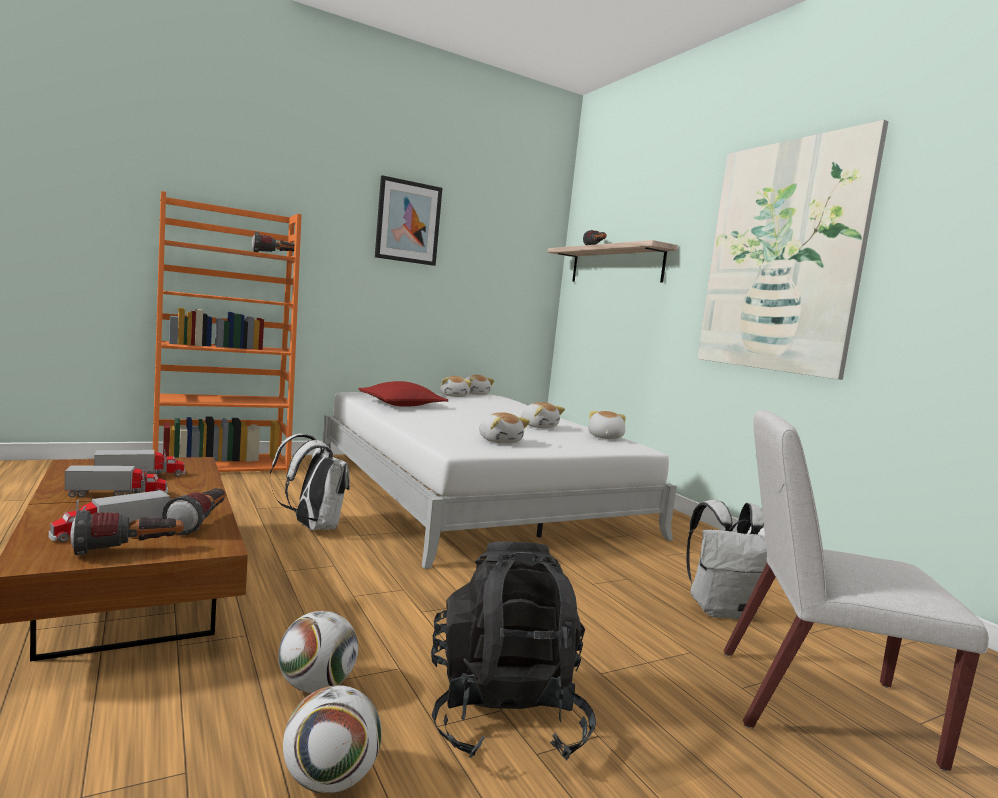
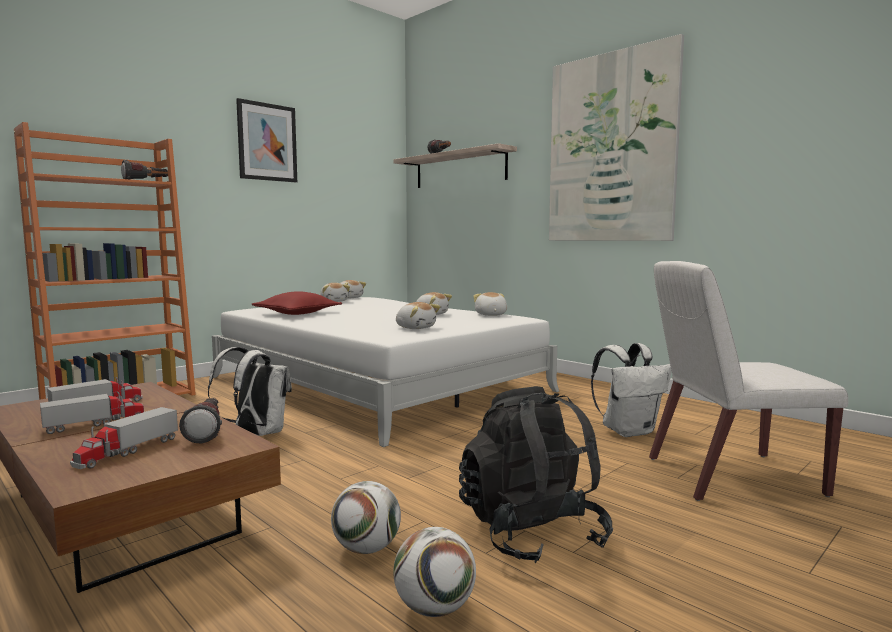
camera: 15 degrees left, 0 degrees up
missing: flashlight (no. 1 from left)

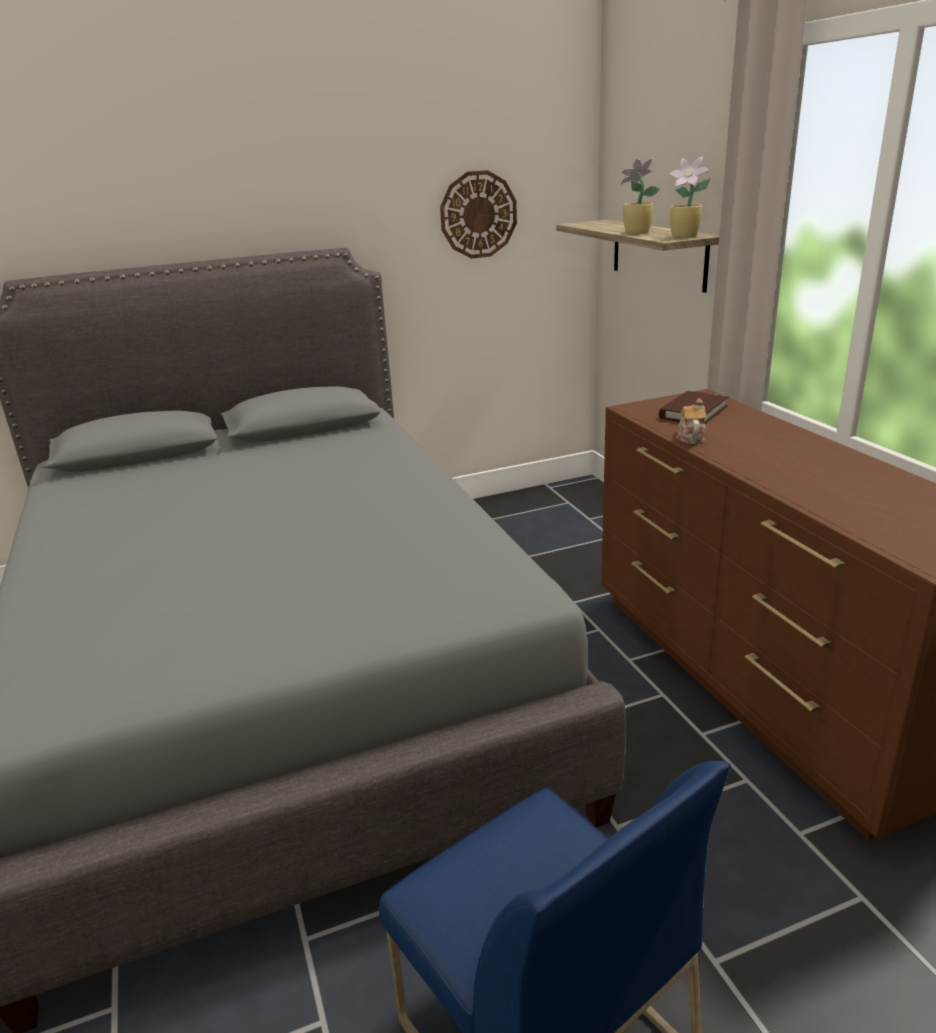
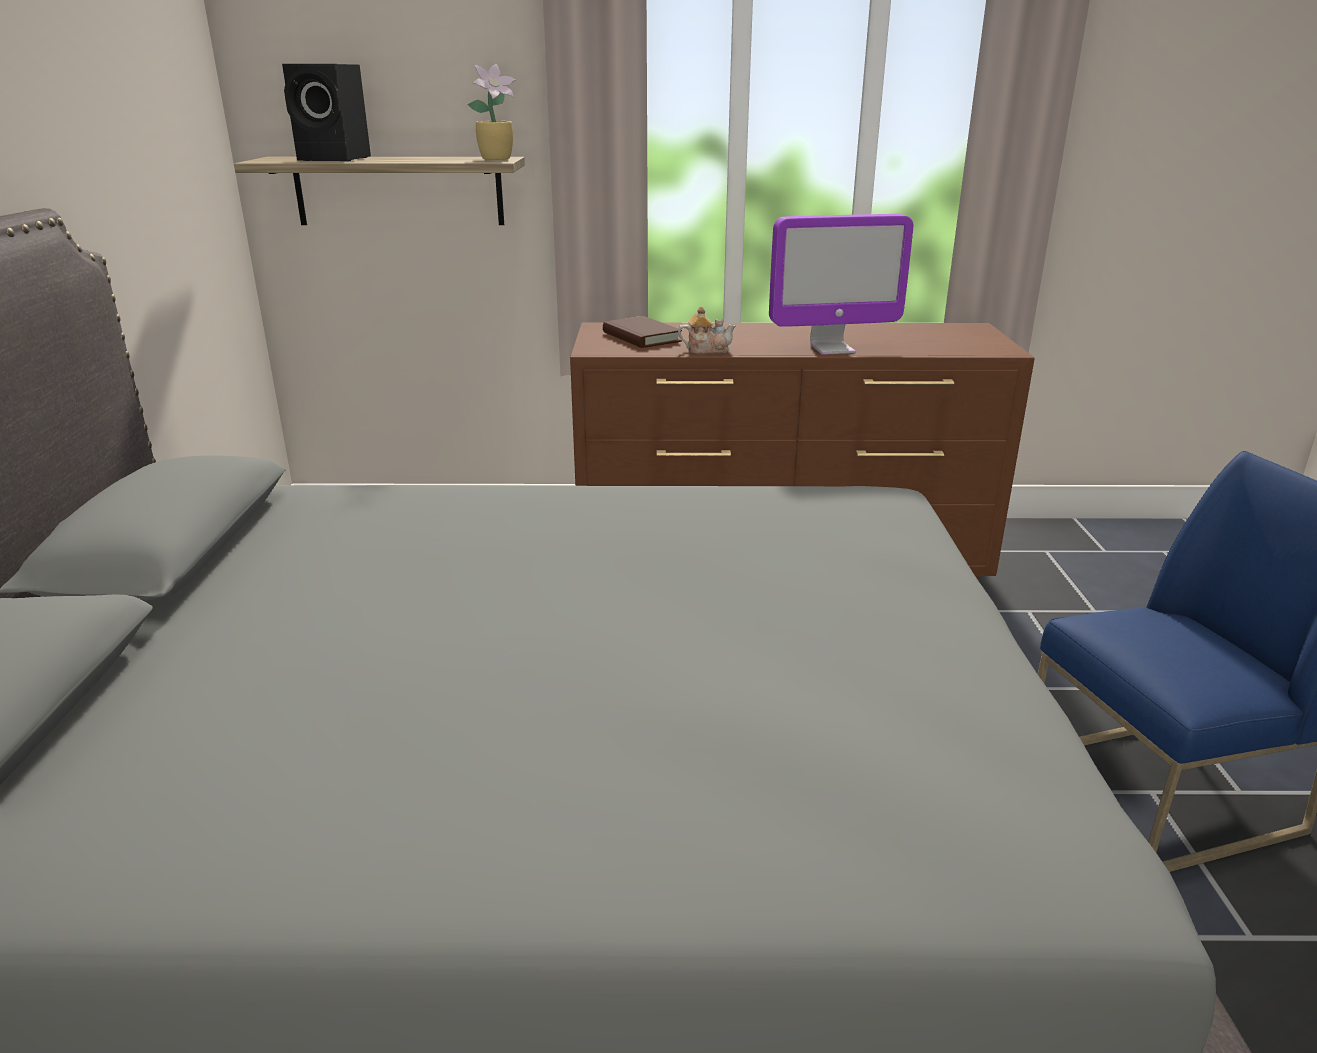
camera: 70 degrees left, 0 degrees up
missing: potted plant (no. 1 from left); wall clock
appeared: speaker/black; monitor
spun: teapot 150 degrees clockwise

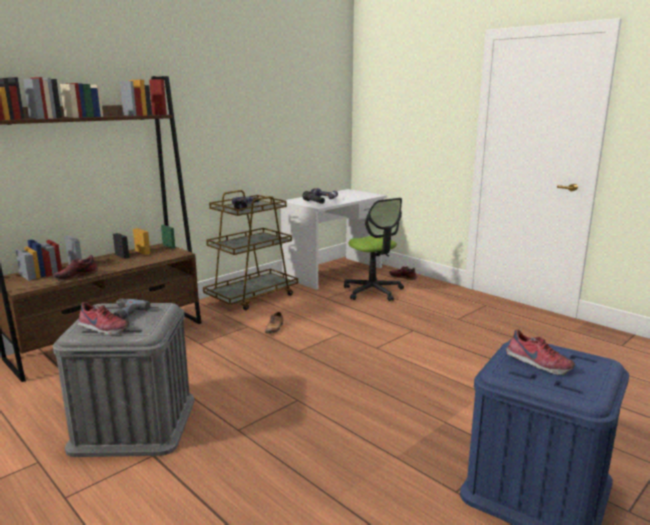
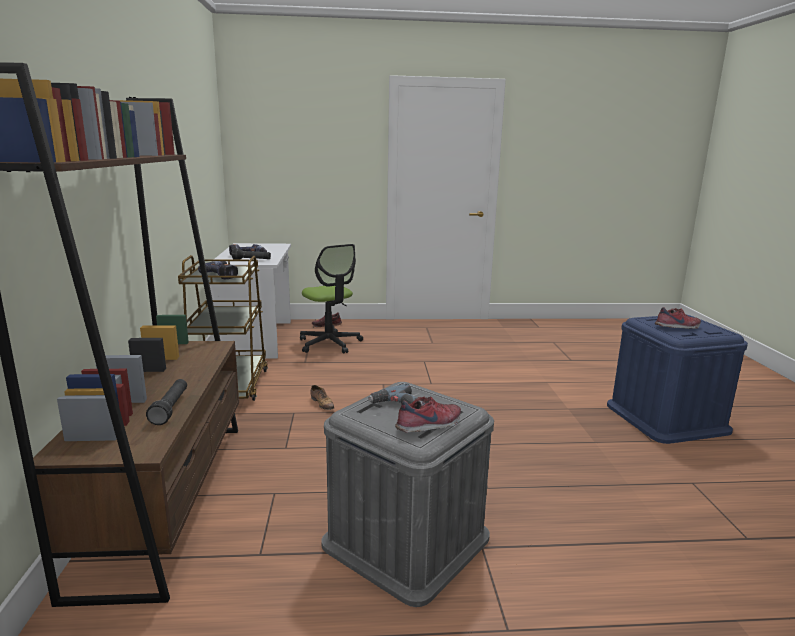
camera: 50 degrees left, 0 degrees up
exchanged: shoe (no. 1 from left) to flashlight/black (no. 1 from left)
spun: office chair 45 degrees clockwise

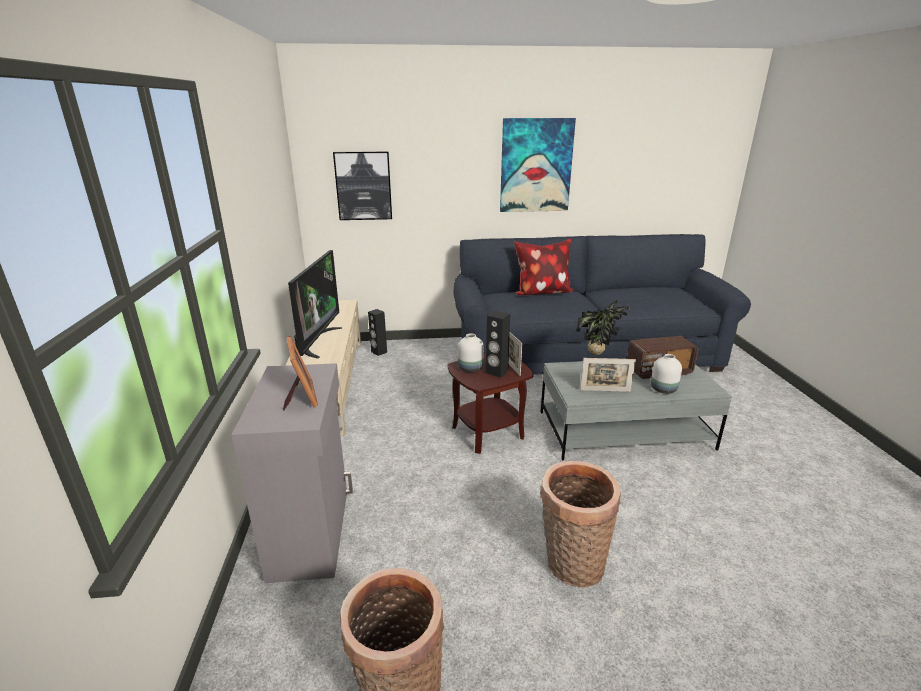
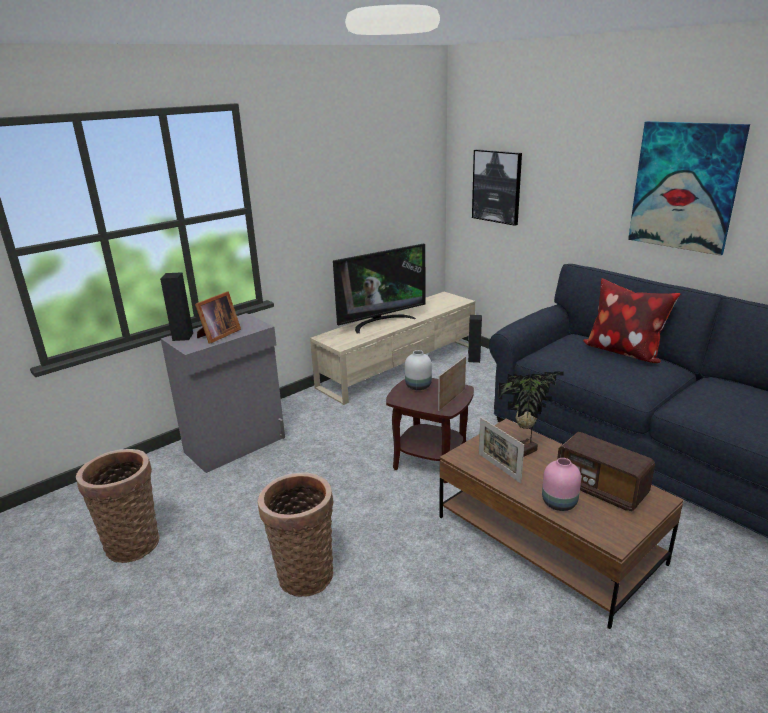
camera: 55 degrees right, 0 degrees up
relocated: speaker/black (no. 2 from left in the first image) to speaker/black (no. 1 from left)
colour: vase/white (no. 2 from left) to vase/pink; coffee table/grey to coffee table/brown

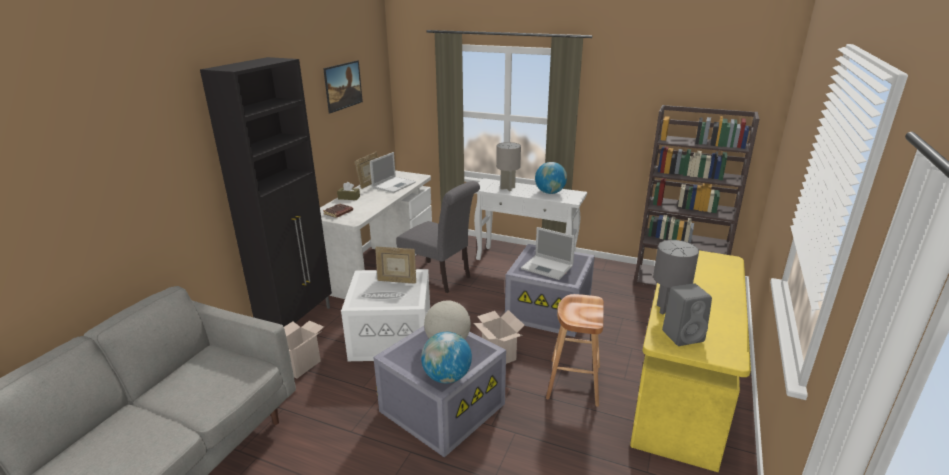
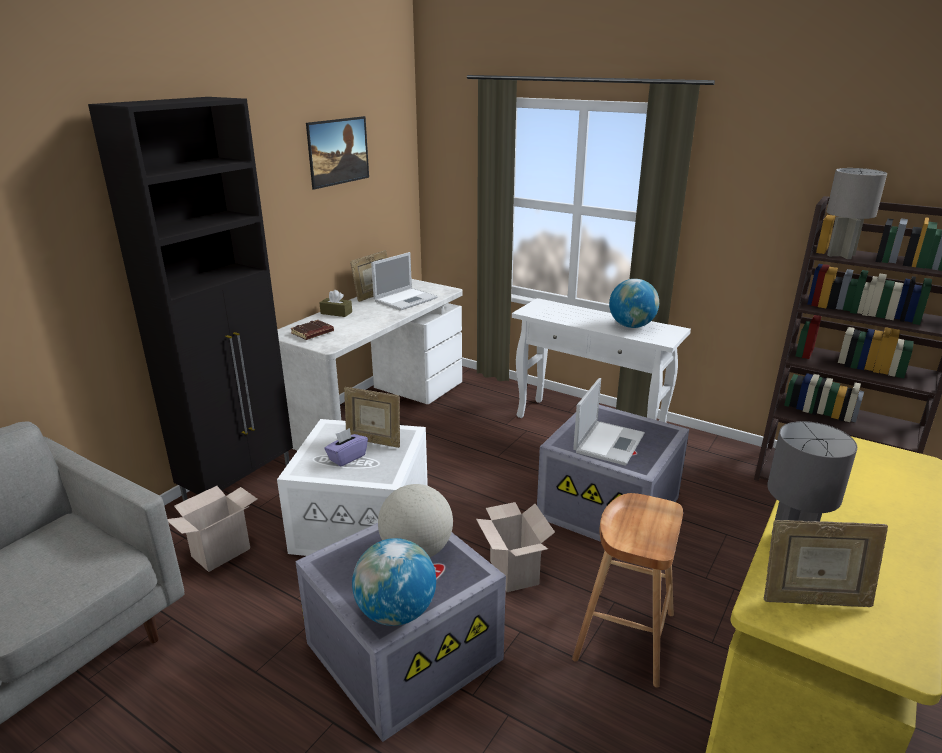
camera: 10 degrees right, 0 degrees up
missing: chair/grey
appeared: tissue box/purple
relocated: table lamp/grey (no. 1 from left in the first image) to table lamp/grey (no. 2 from left)
exchanged: speaker/grey to picture frame (no. 3 from left)
spun: laptop (no. 2 from left) 105 degrees counterclockwise

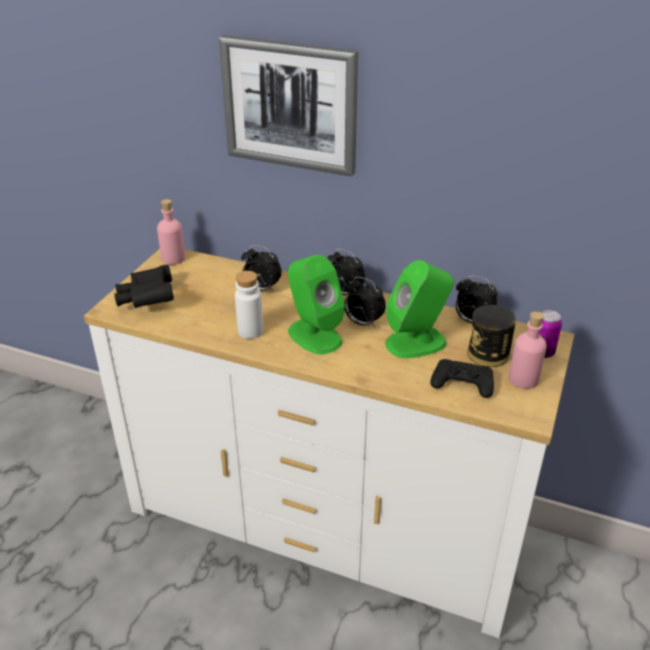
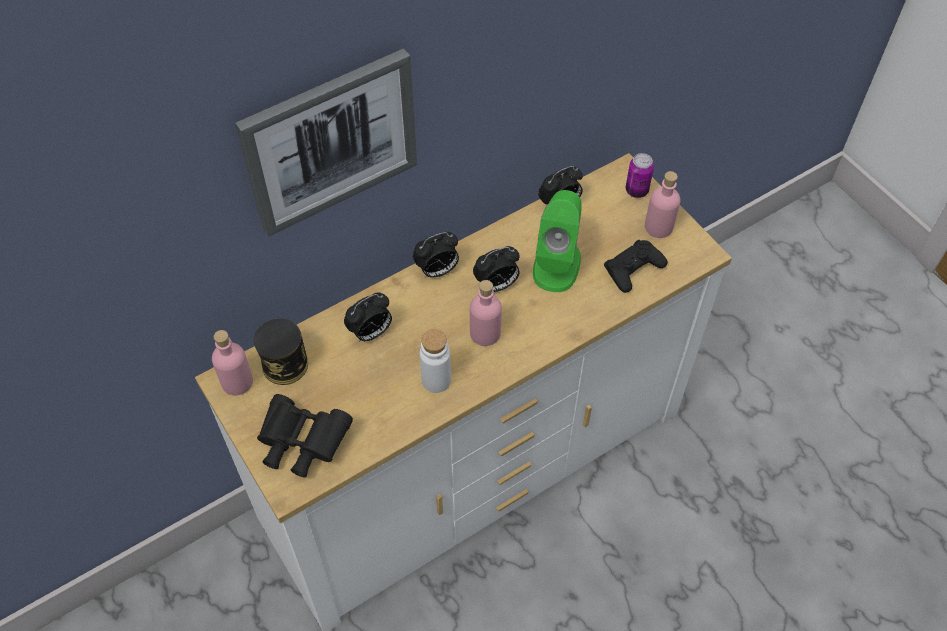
camera: 55 degrees left, 20 degrees up
relocated: can (no. 1 from left)
exchanged: speaker/green (no. 1 from left) to bottle/pink (no. 2 from left)

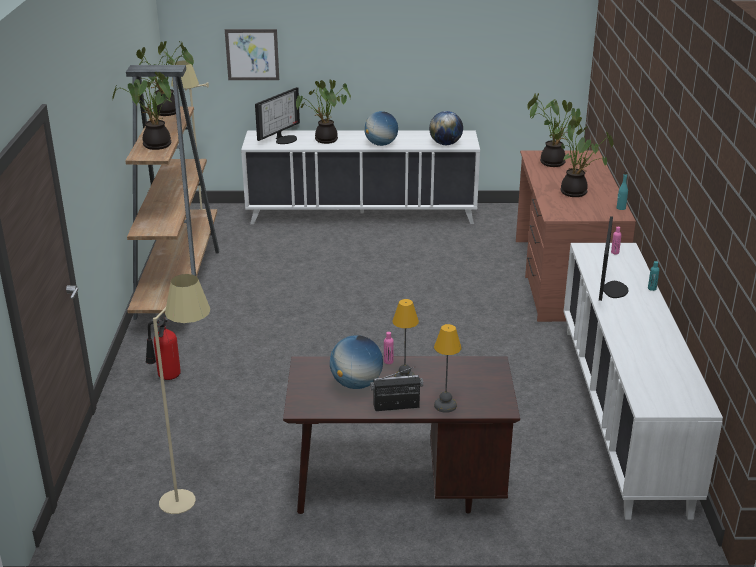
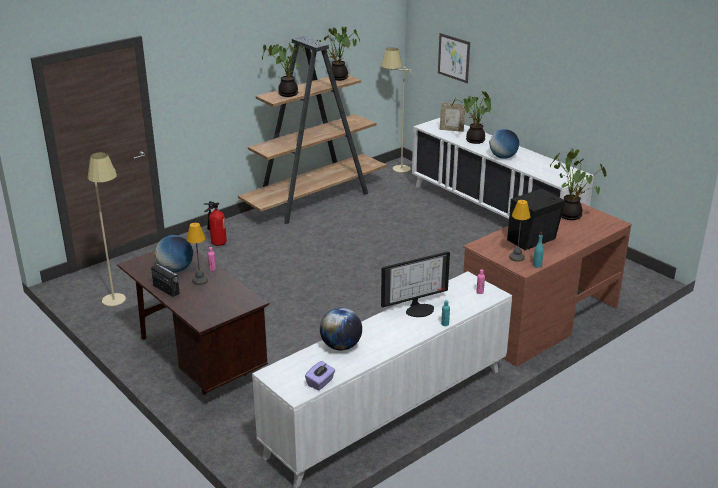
camera: 50 degrees right, 0 degrees up
appeared: tissue box/purple
relocated: globe (no. 3 from left in the first image) to globe (no. 2 from left); table lamp (no. 2 from left)
exchanged: monitor (no. 1 from left) to picture frame; potted plant (no. 5 from left) to speaker/black

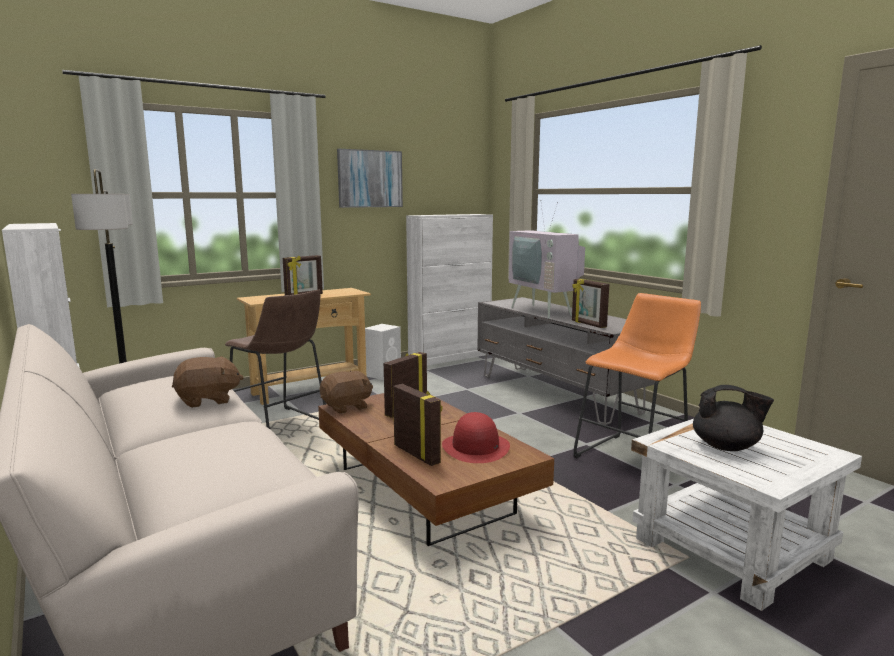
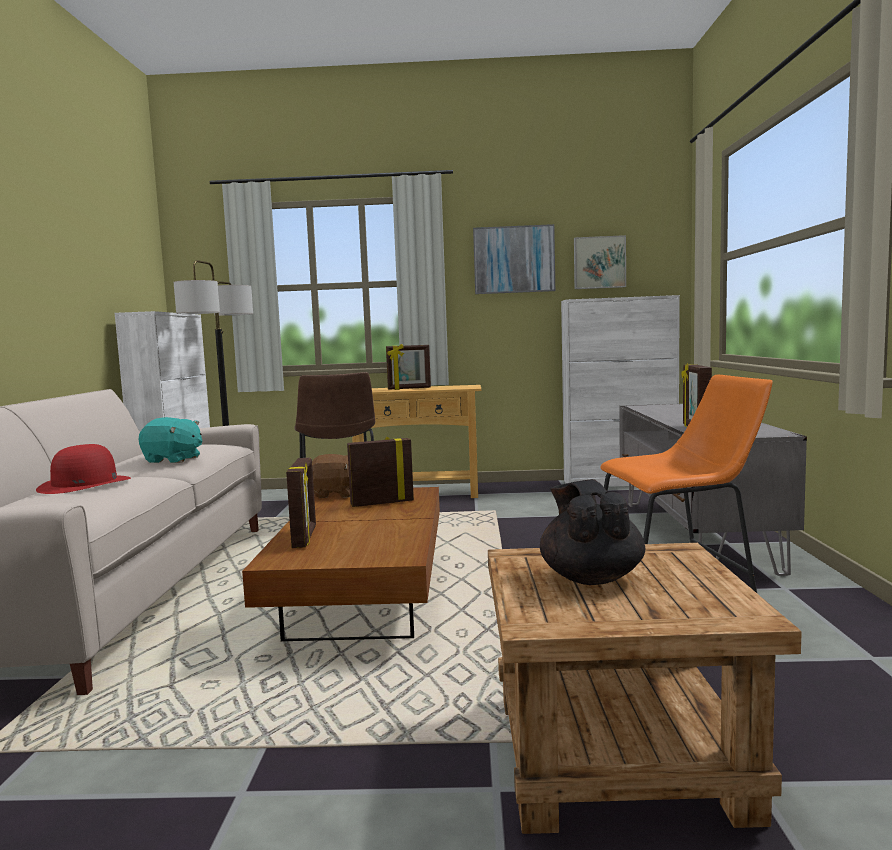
camera: 35 degrees right, 5 degrees down
missing: television; speaker/white
appeared: picture (no. 2 from left)
relocated: hat/red
colour: plush toy/brown (no. 1 from left) to plush toy/turquoise; side table/white to side table/brown
spun: teapot/black 150 degrees counterclockwise

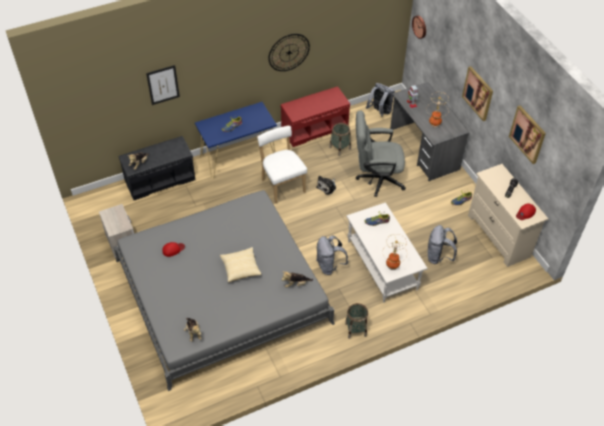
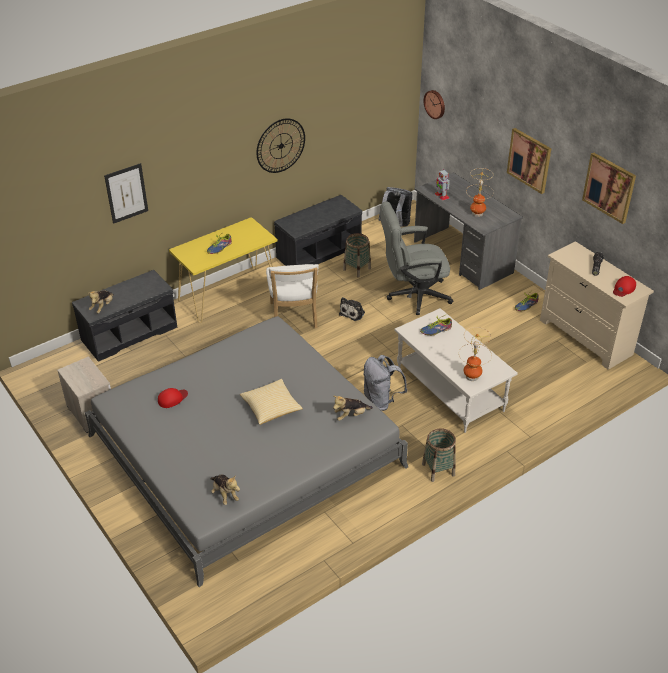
camera: 10 degrees left, 10 degrees down
missing: backpack/grey (no. 3 from left)
colour: bench/red to bench/grey (no. 2 from left); console table/blue to console table/yellow
spun: chair/white 150 degrees counterclockwise

